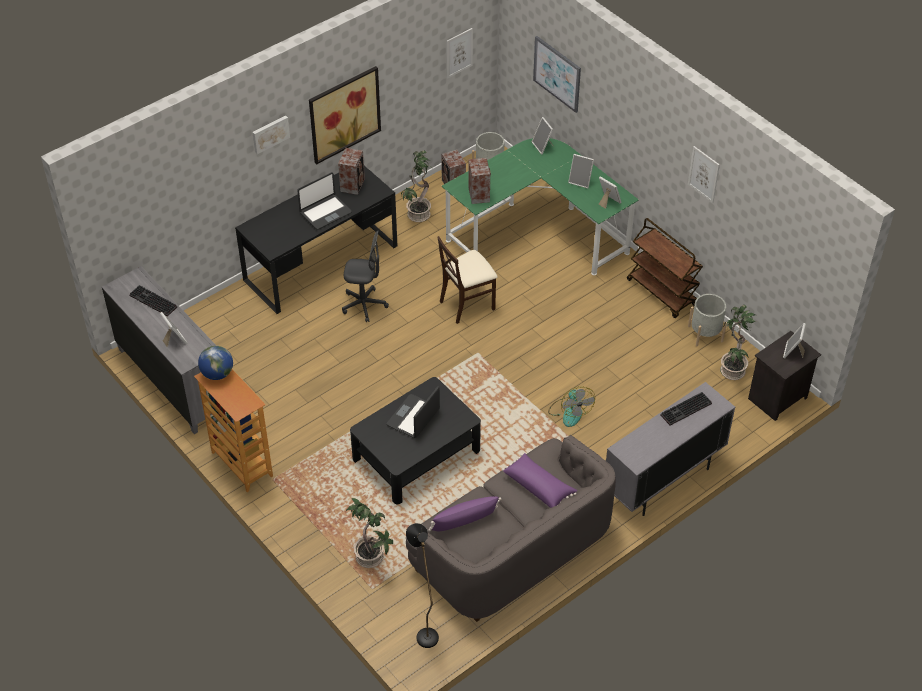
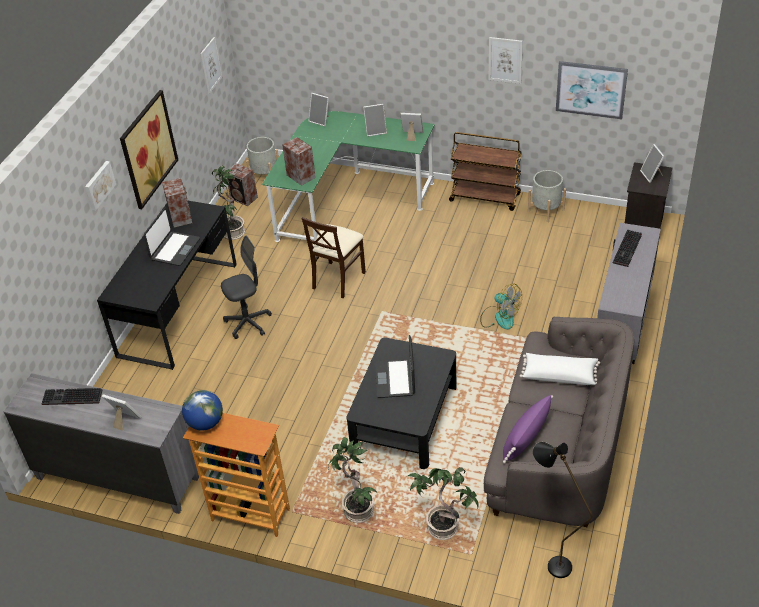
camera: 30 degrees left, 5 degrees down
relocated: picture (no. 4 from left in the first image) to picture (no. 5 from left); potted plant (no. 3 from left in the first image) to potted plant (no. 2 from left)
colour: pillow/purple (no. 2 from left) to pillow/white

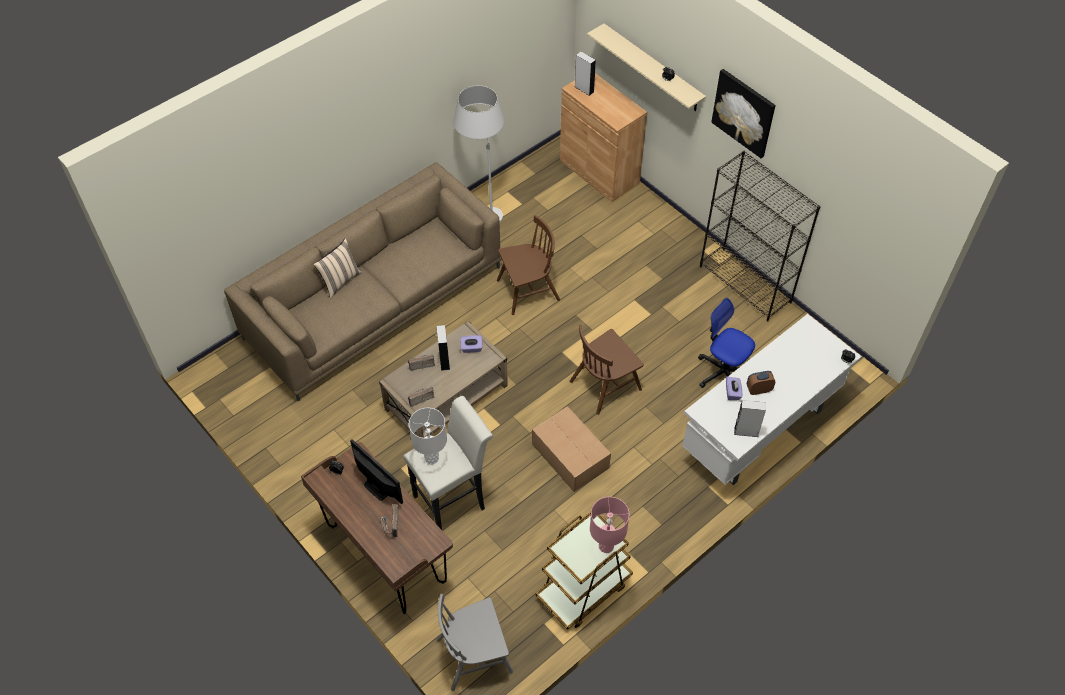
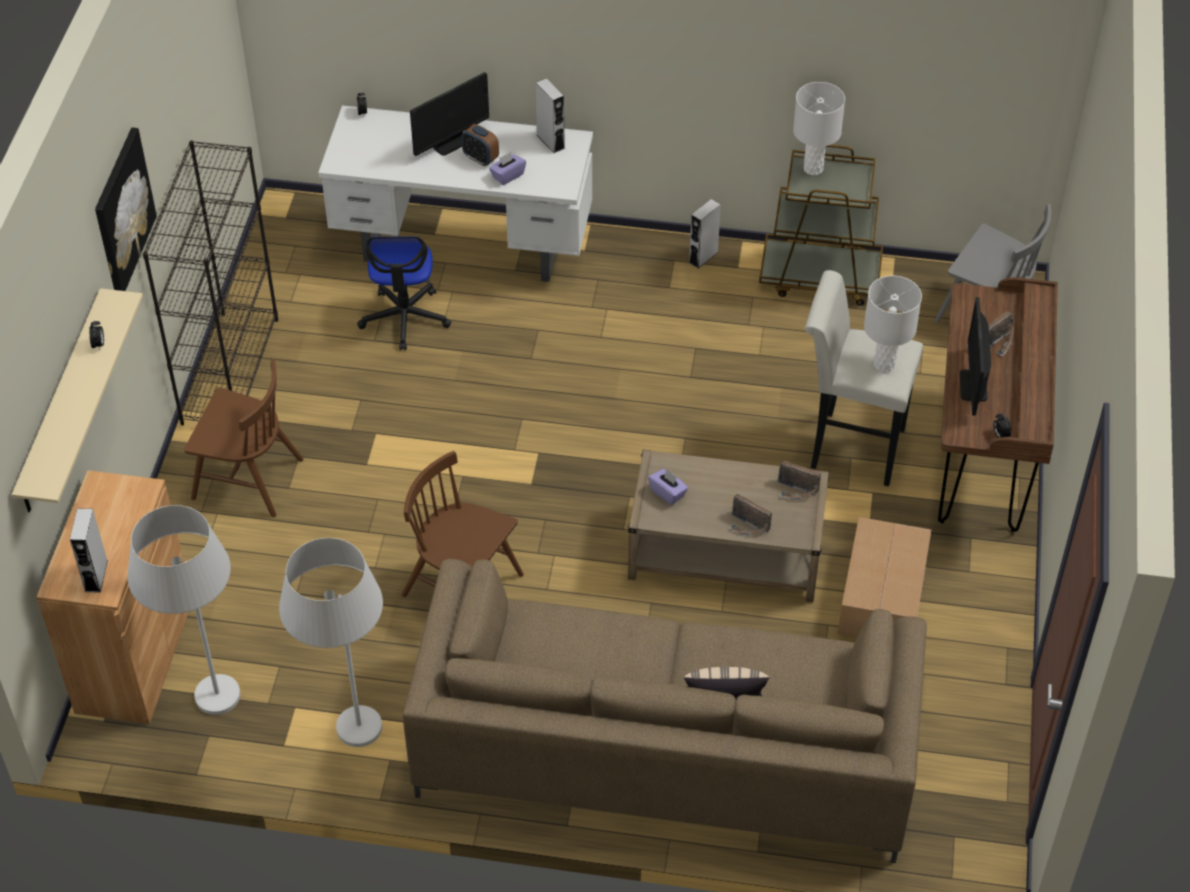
camera: 130 degrees left, 5 degrees down
appeared: monitor (no. 1 from left); floor lamp/white (no. 1 from left)
relocated: chair/brown (no. 2 from left in the first image) to chair/brown (no. 1 from left); speaker/grey (no. 1 from left in the first image) to speaker/grey (no. 3 from left); cardboard box
colour: table lamp/pink to table lamp/white (no. 1 from left)

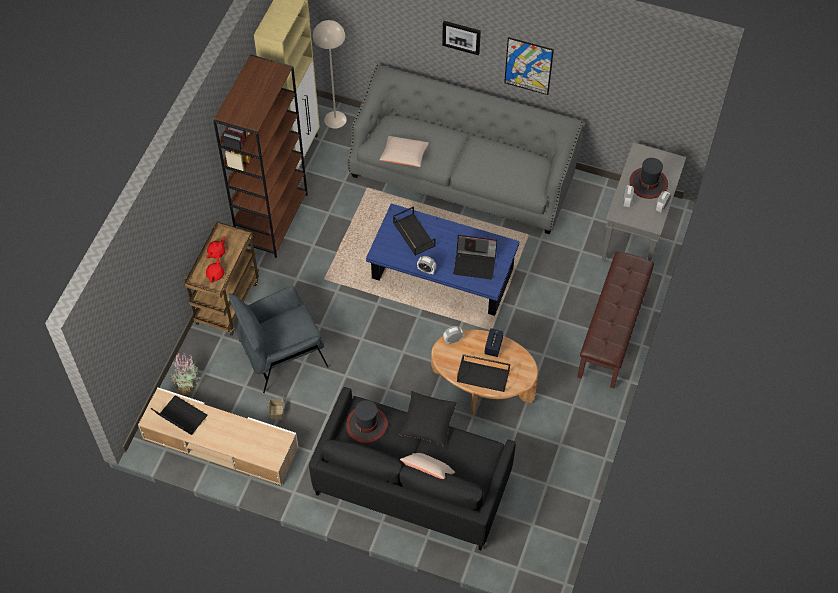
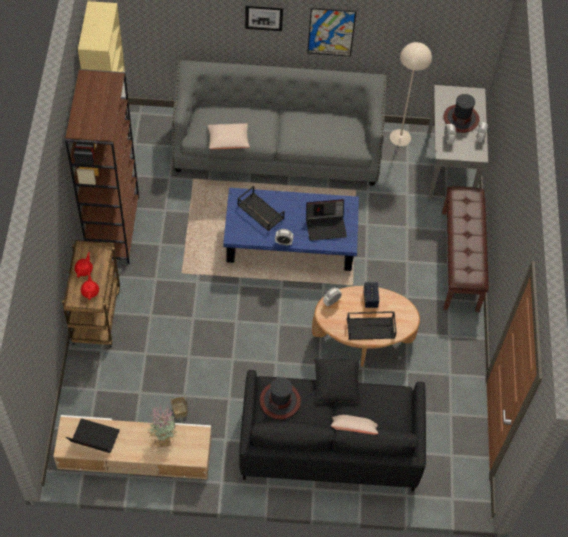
camera: 20 degrees left, 0 degrees up
missing: armchair/grey
relocated: floor lamp/beige; potted plant

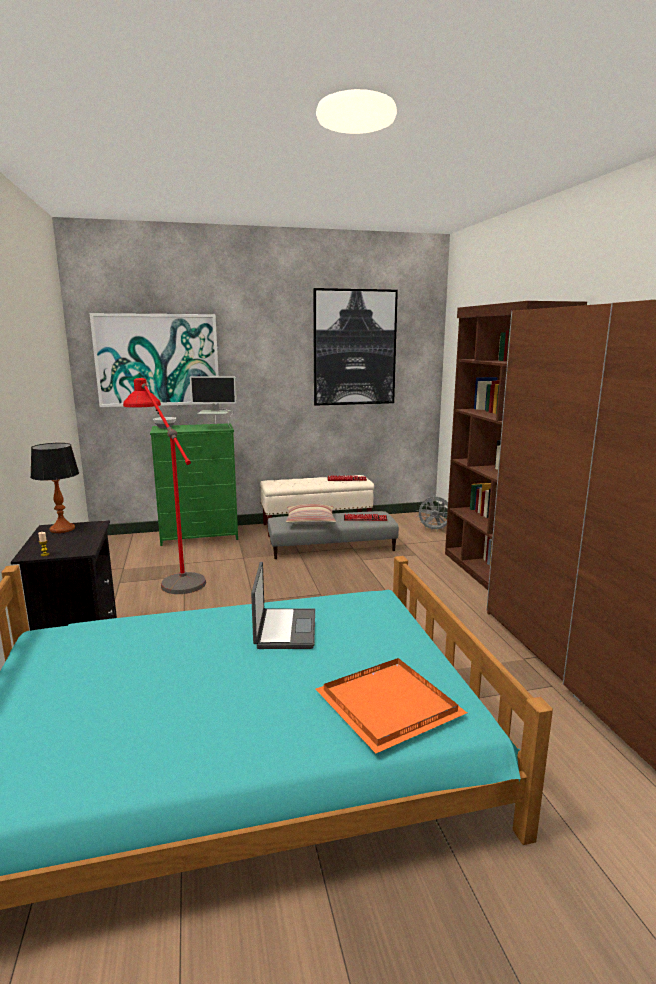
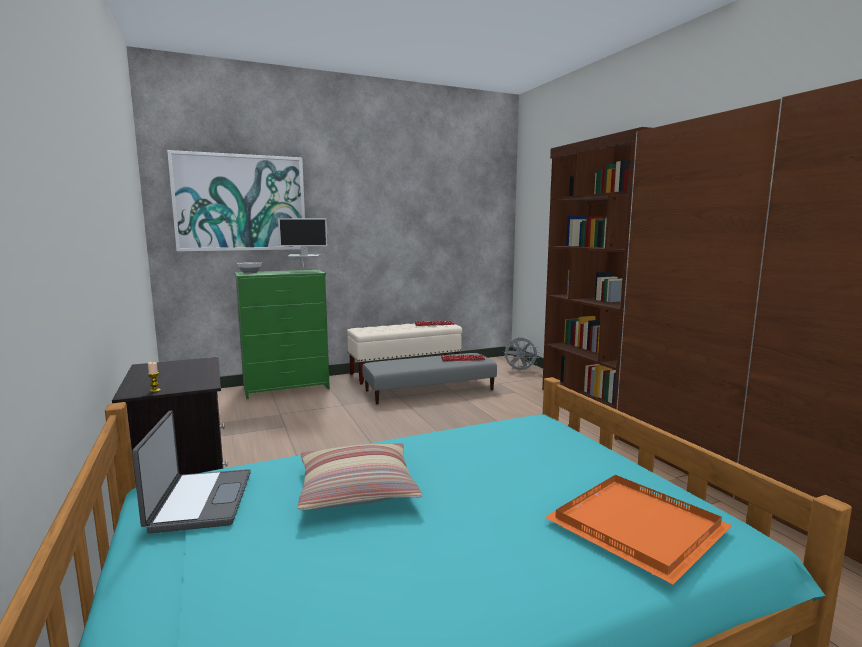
camera: 10 degrees left, 5 degrees down
missing: picture (no. 2 from left); floor lamp/red; table lamp
relocated: pillow; laptop

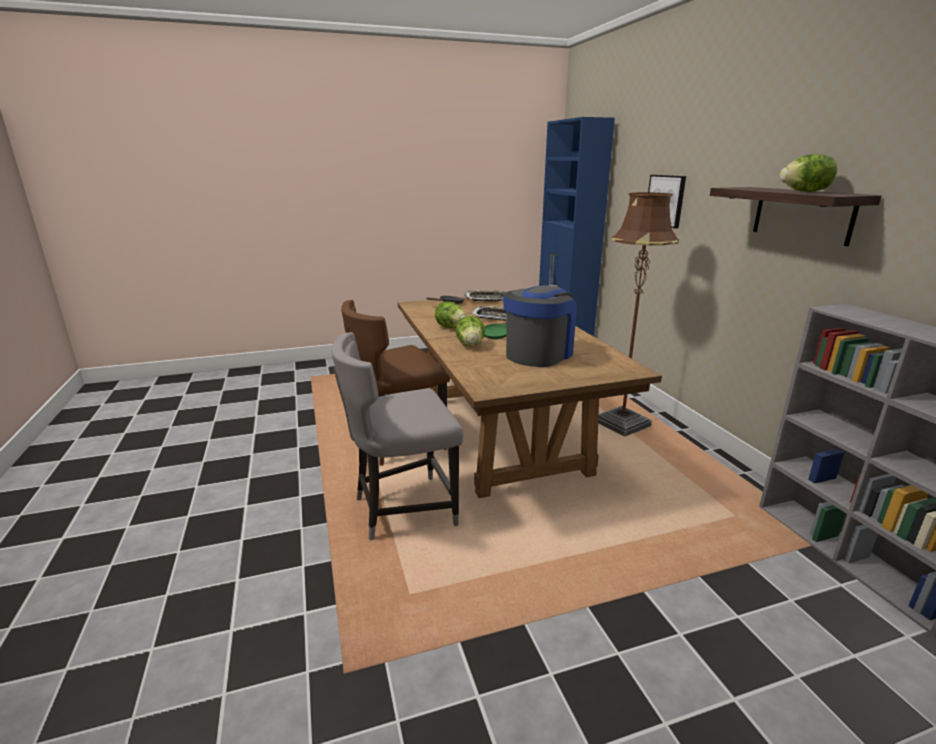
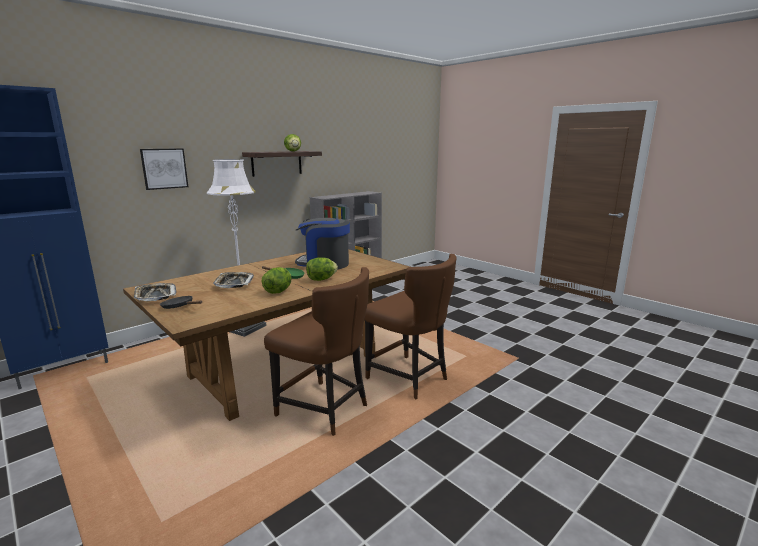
camera: 115 degrees left, 5 degrees down
colour: floor lamp/brown to floor lamp/white; chair/grey to chair/brown (no. 2 from left)

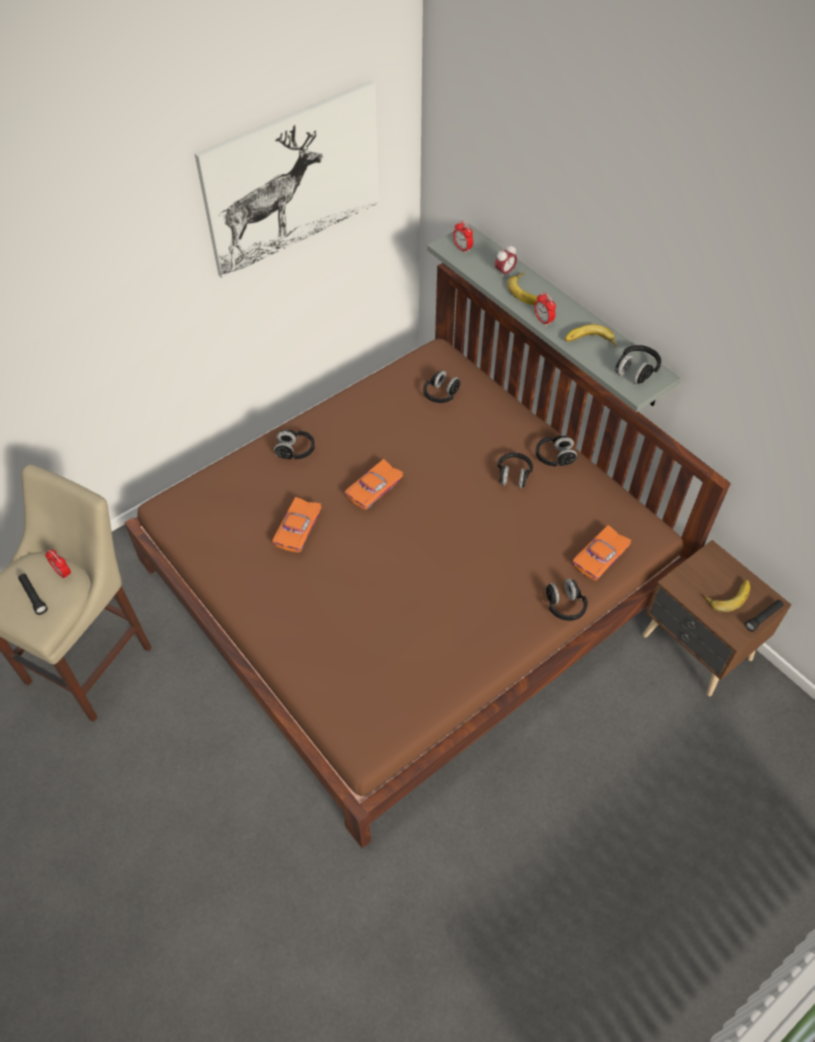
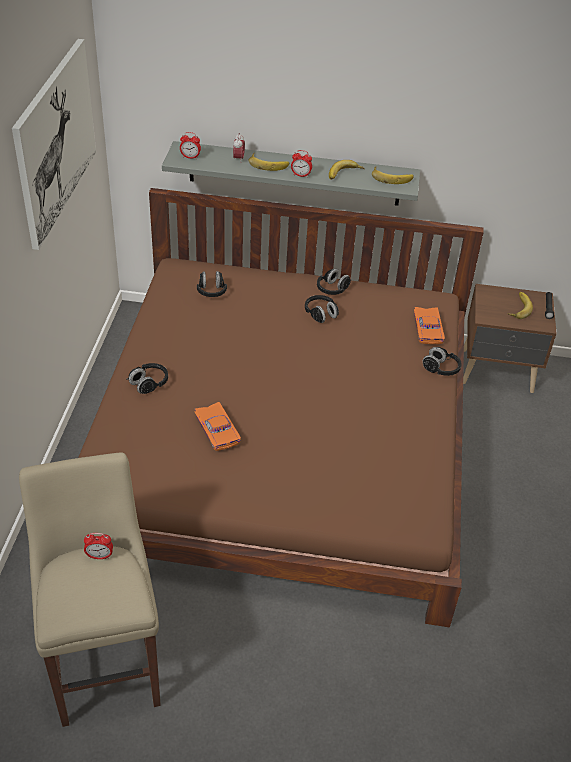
camera: 45 degrees left, 10 degrees down
missing: toy car/orange (no. 2 from left); flashlight/black (no. 1 from left)
exchanged: headphones/black (no. 6 from left) to banana (no. 3 from left)

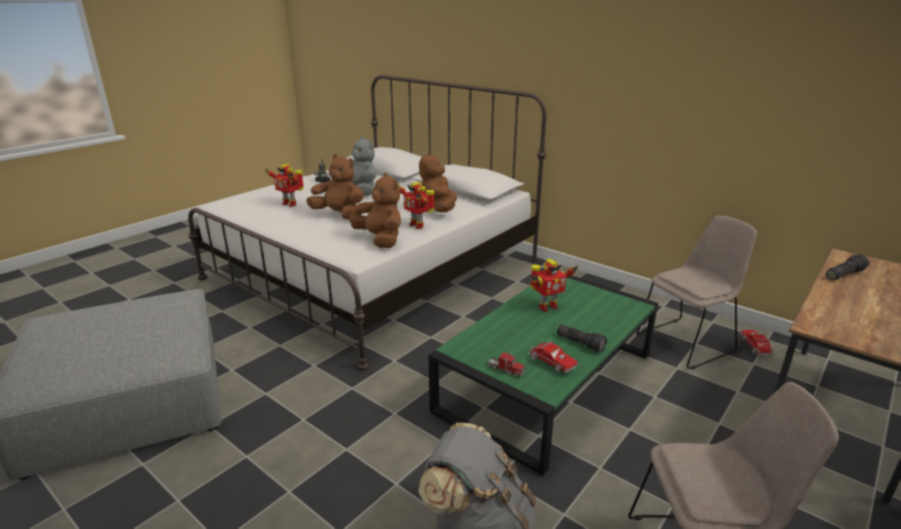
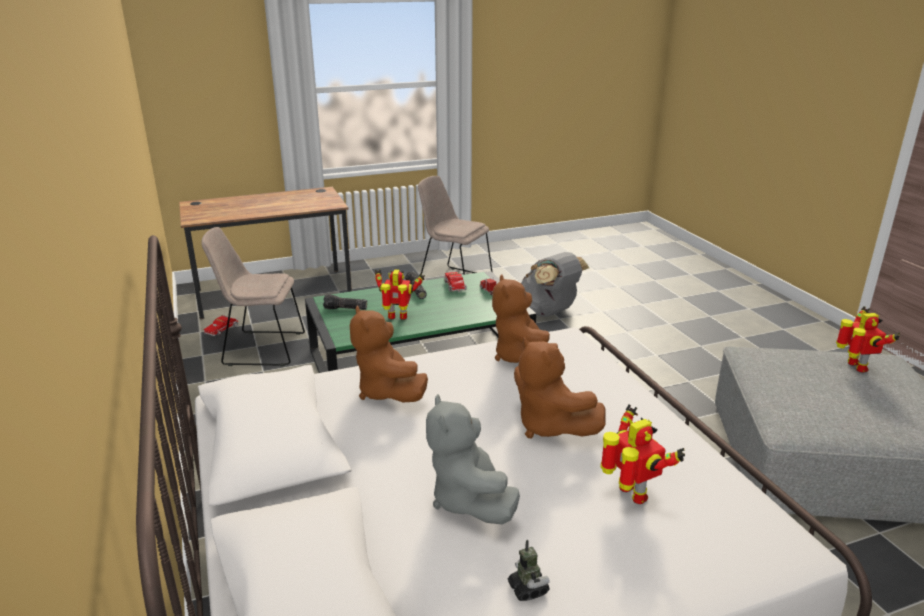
camera: 150 degrees left, 0 degrees up
relocated: toy robot (no. 3 from left in the first image) to toy robot (no. 4 from left); flashlight (no. 2 from left in the first image) to flashlight (no. 1 from left)
spun: plush toy/brown (no. 3 from left in the first image) 120 degrees clockwise

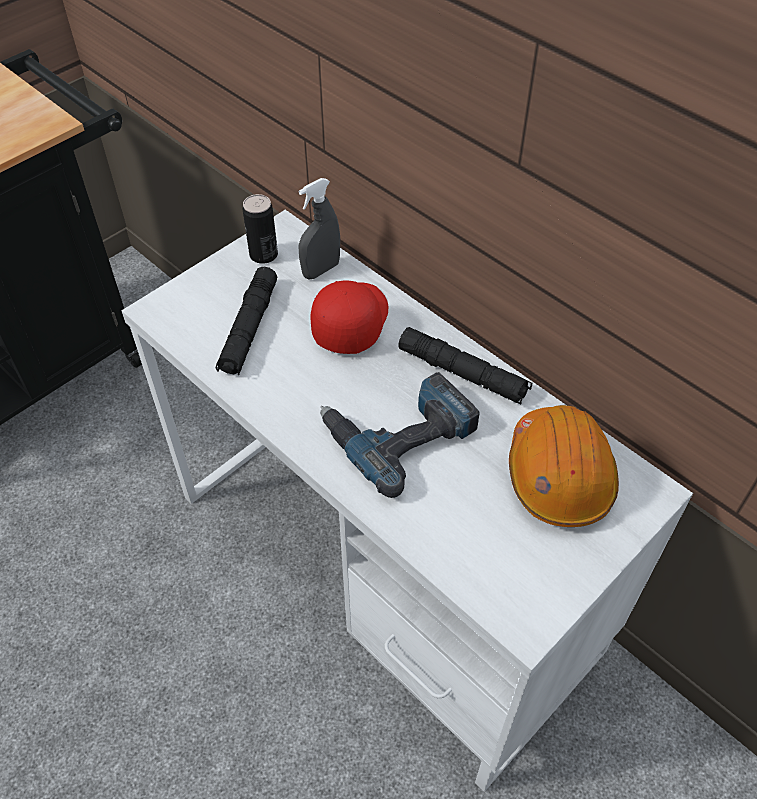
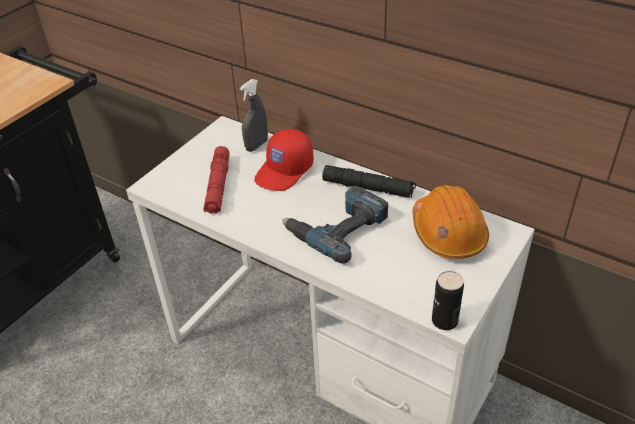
camera: 10 degrees left, 10 degrees down
relocated: can
colour: flashlight/black (no. 1 from left) to flashlight/red
spun: cap/red 150 degrees counterclockwise

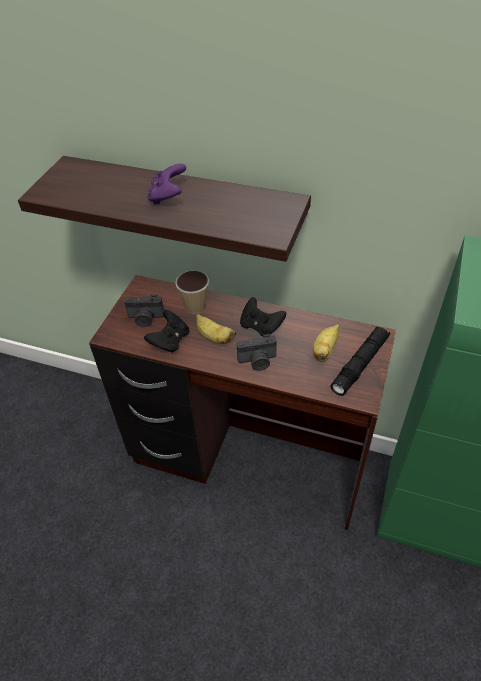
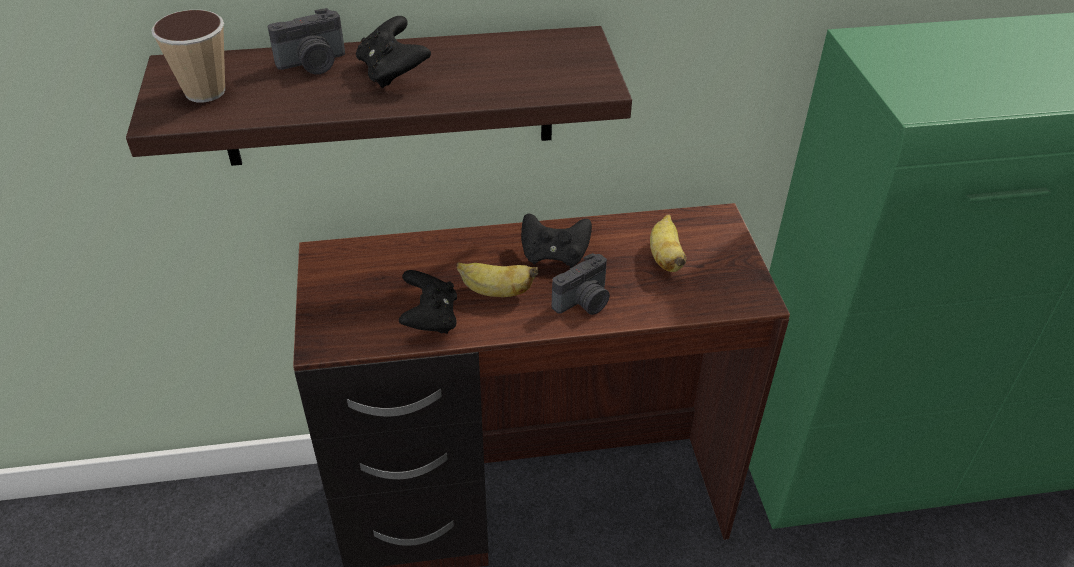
camera: 30 degrees left, 5 degrees down
missing: flashlight/black
relocated: cup; photo camera (no. 1 from left)
colour: game controller/purple to game controller/black (no. 1 from left)

